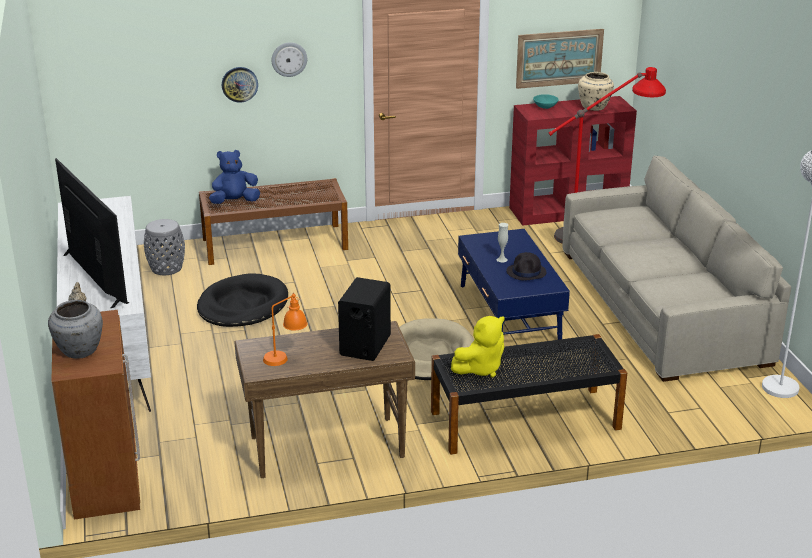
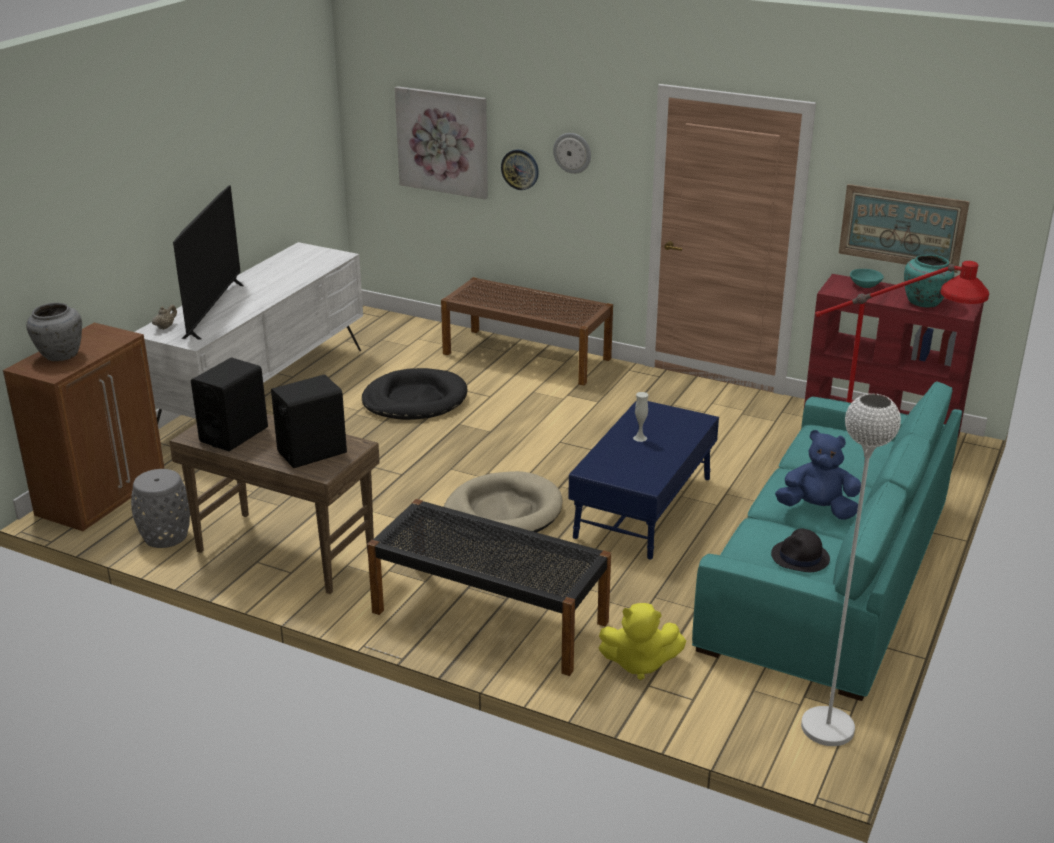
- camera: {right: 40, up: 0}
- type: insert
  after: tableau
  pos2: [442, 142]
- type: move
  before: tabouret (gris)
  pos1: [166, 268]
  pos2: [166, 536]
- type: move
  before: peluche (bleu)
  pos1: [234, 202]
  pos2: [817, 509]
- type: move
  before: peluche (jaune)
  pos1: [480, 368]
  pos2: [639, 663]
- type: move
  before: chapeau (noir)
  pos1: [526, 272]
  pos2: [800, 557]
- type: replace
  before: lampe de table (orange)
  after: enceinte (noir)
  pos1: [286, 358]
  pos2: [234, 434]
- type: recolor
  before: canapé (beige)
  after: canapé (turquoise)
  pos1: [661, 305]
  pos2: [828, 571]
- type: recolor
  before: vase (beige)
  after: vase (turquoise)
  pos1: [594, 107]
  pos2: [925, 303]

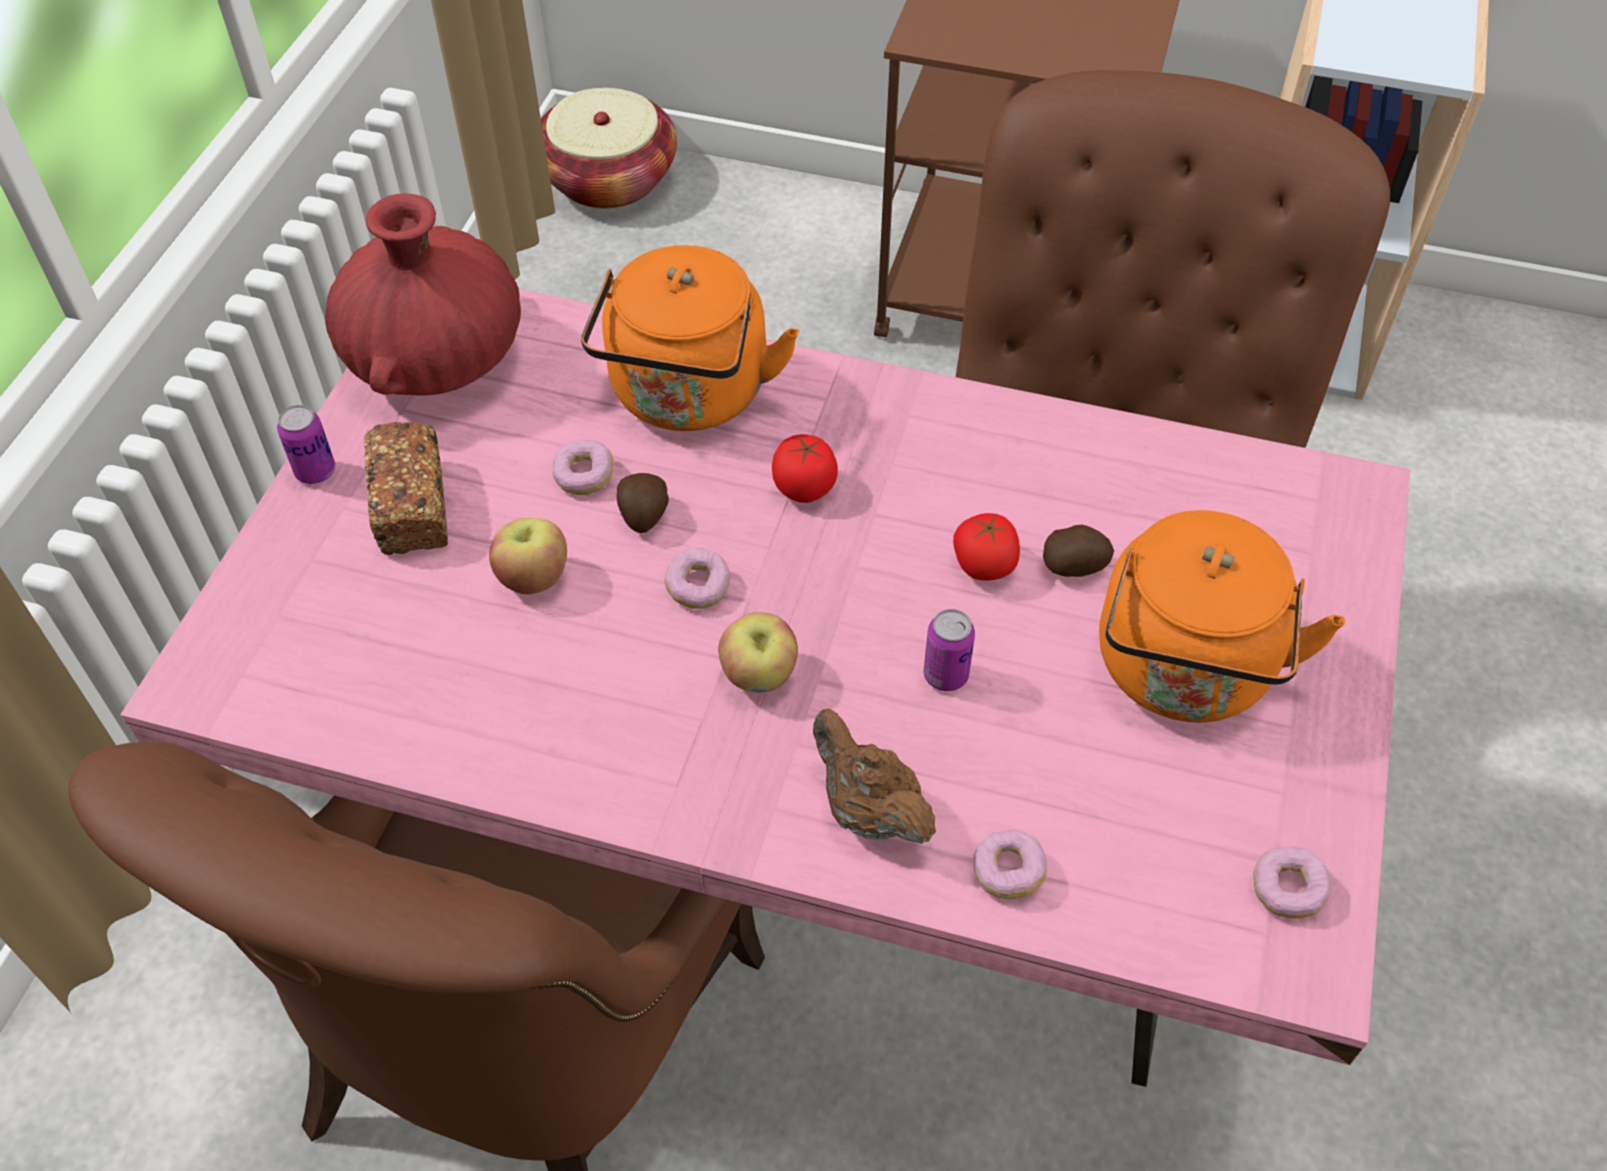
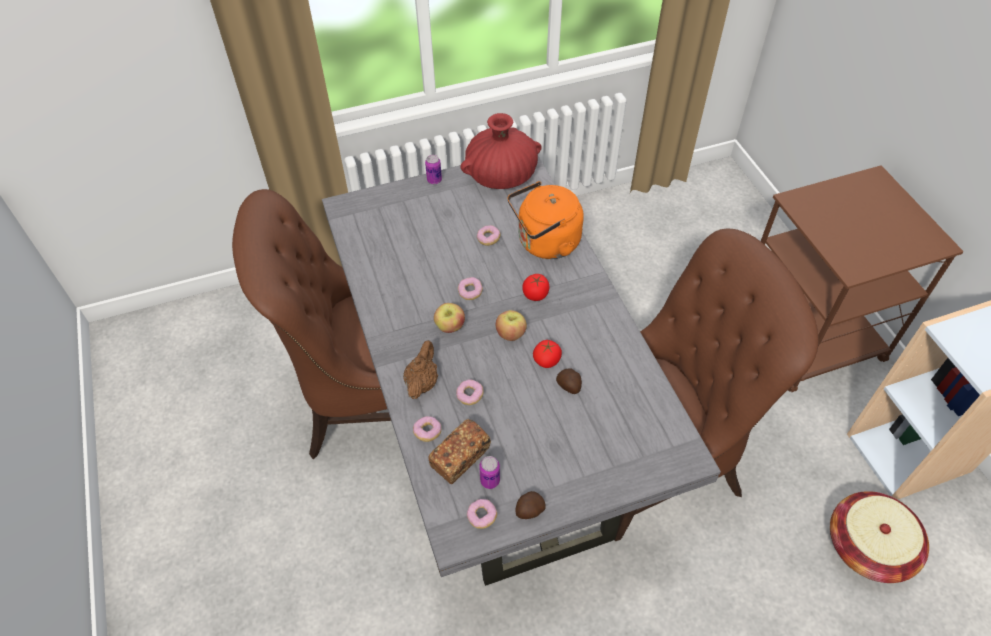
- camera: {right: 55, up: 0}
- type: delete
  before: bouilloire (orange)
  pos1: [1184, 674]
- type: insert
  after: beignet
  pos2: [470, 395]
- type: move
  before: pain
  pos1: [413, 507]
  pos2: [460, 458]
- type: move
  before: pomme
  pos1: [533, 577]
  pos2: [511, 334]
- type: move
  before: panier
  pos1: [609, 179]
  pos2: [868, 547]
- type: move
  before: pomme de terre
  pos1: [643, 516]
  pos2: [529, 510]
- type: move
  before: boîte métallique
  pos1: [945, 675]
  pos2: [490, 480]
- type: recolor
  before: table à manger (rose)
  after: table à manger (gris)
  pos1: [797, 841]
  pos2: [495, 421]

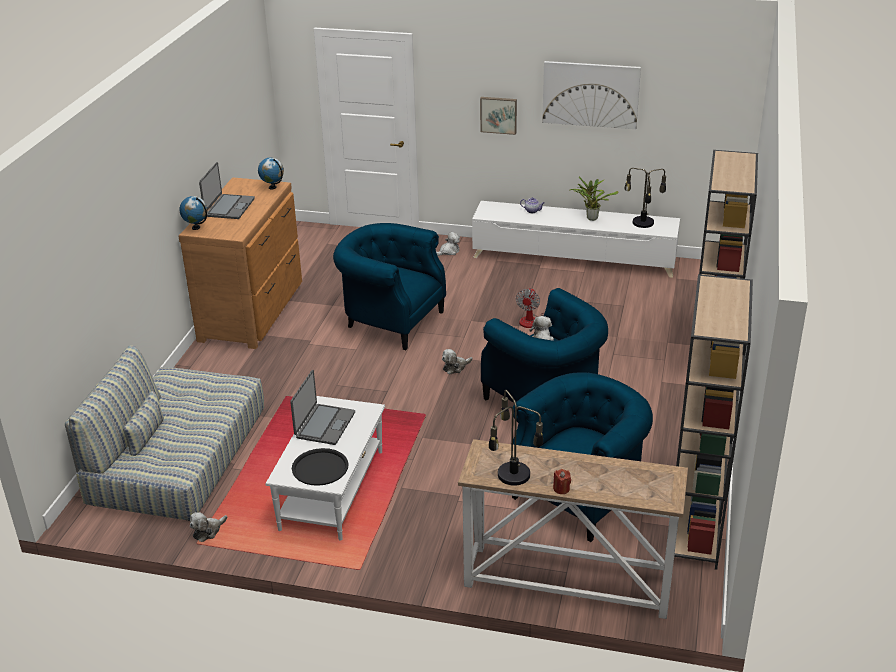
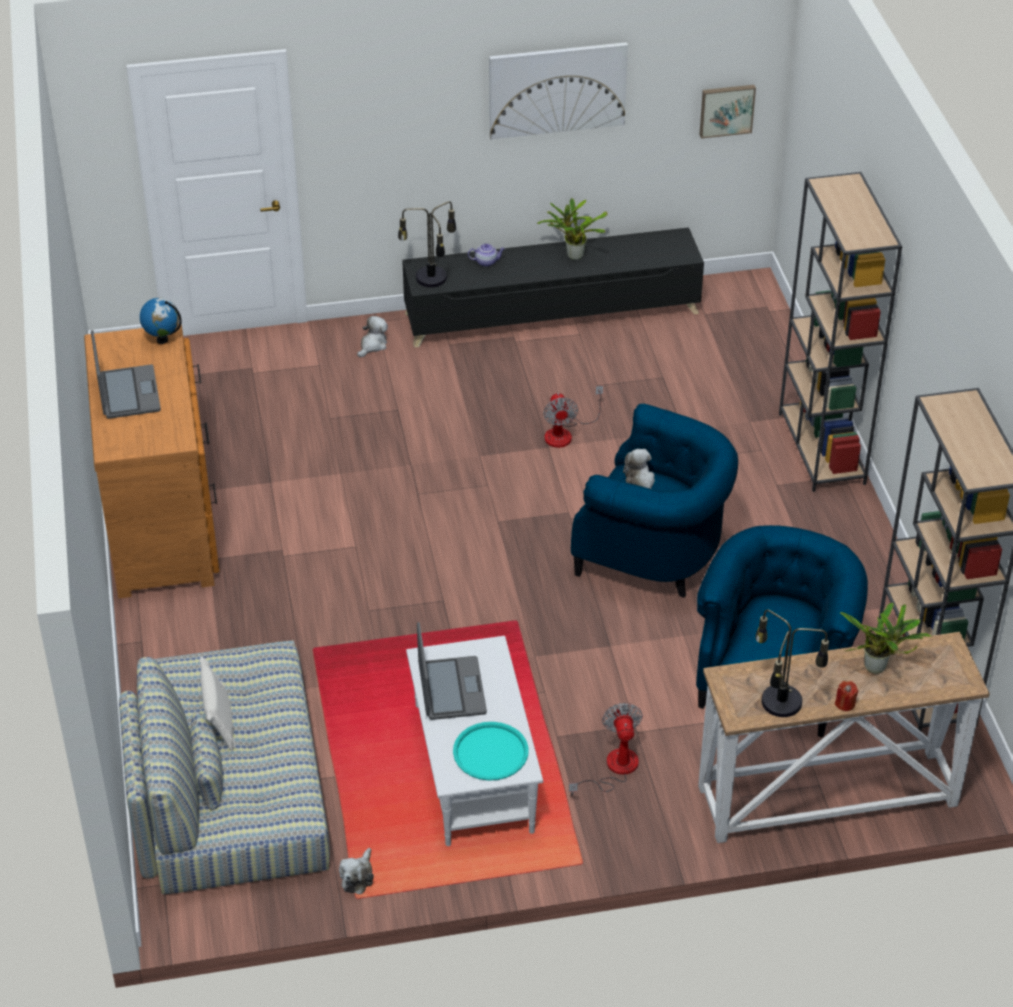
- camera: {right: -25, up: 10}
- type: delete
  before: globe
  pos1: [196, 227]
- type: delete
  before: fauteuil (bleu)
  pos1: [390, 321]
- type: delete
  before: peluche
  pos1: [455, 367]
- type: insert
  after: coussin (blanc)
  pos2: [219, 720]
- type: insert
  after: ventilateur
  pos2: [613, 769]
- type: insert
  after: plante en pot
  pos2: [878, 668]
- type: move
  before: tableau
  pos1: [498, 114]
  pos2: [726, 109]
- type: move
  before: lampe de table
  pos1: [643, 223]
  pos2: [431, 278]
- type: recolor
  before: plateau (noir)
  after: plateau (turquoise)
  pos1: [320, 468]
  pos2: [490, 752]
- type: recolor
  before: meuble télé (blanc)
  after: meuble télé (noir)
  pos1: [574, 258]
  pos2: [552, 313]

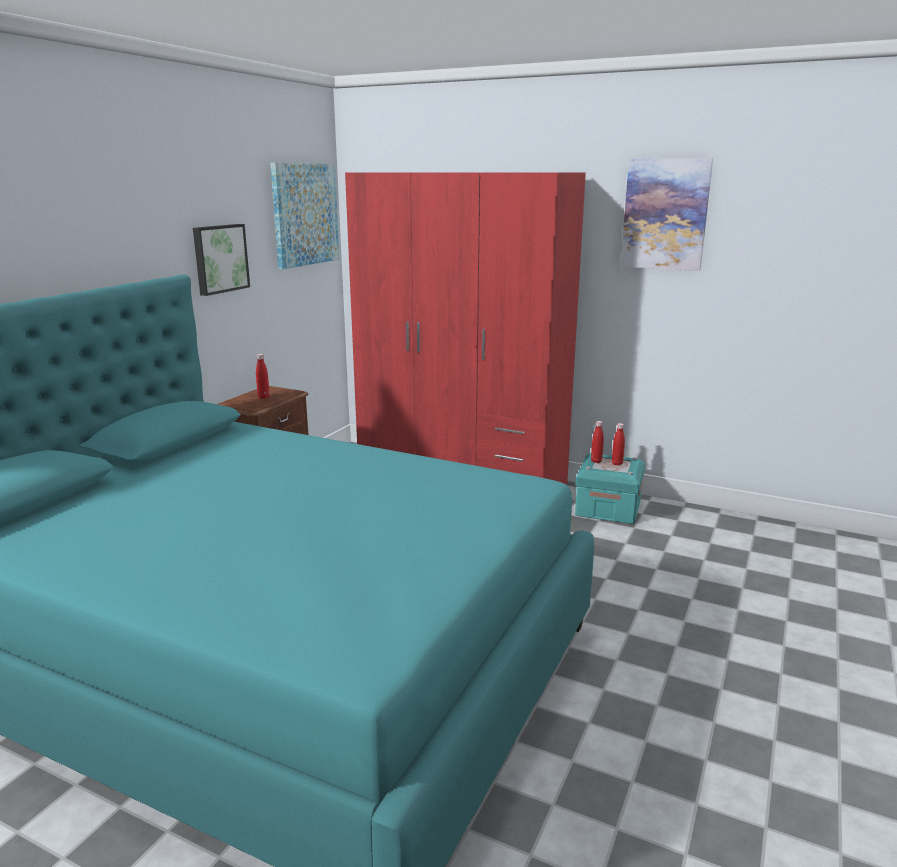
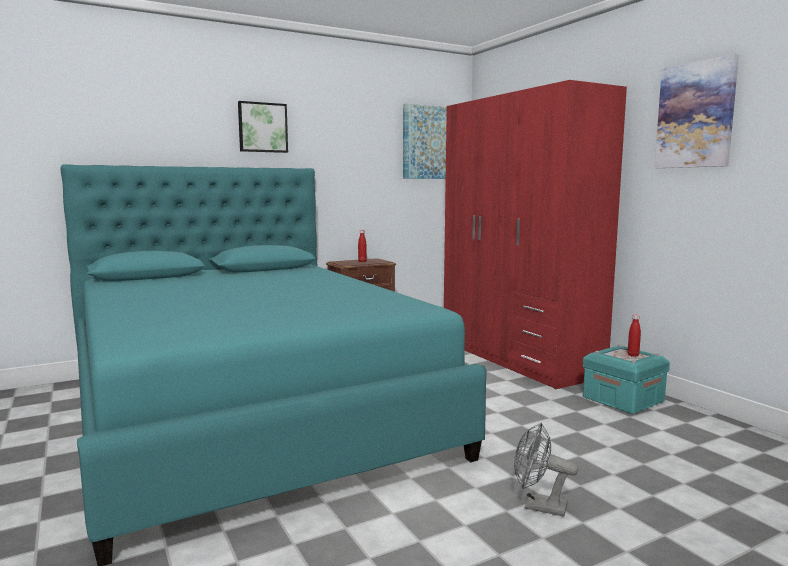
- camera: {right: 35, up: -10}
- type: delete
  before: bouteille (rouge)
  pos1: [596, 461]
- type: insert
  after: ventilateur (gris)
  pos2: [538, 506]
- type: move
  before: tableau
  pos1: [219, 258]
  pos2: [262, 127]

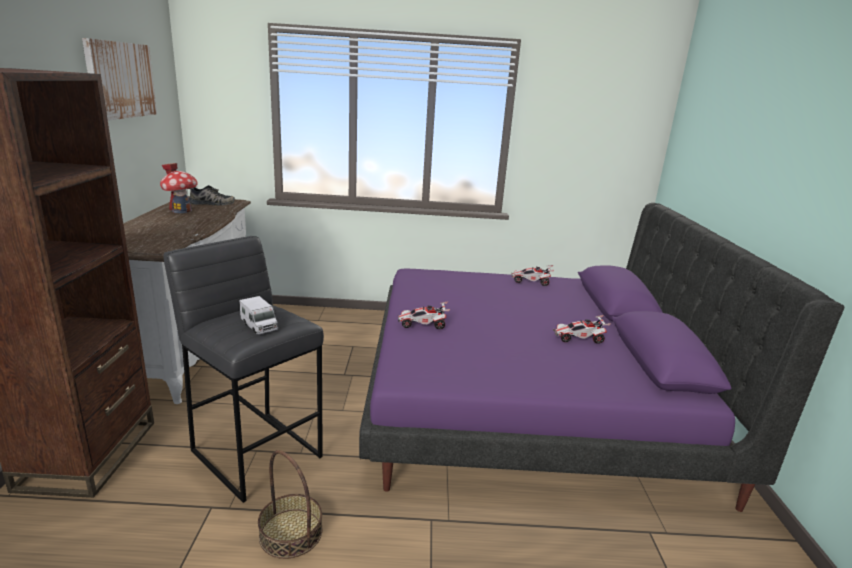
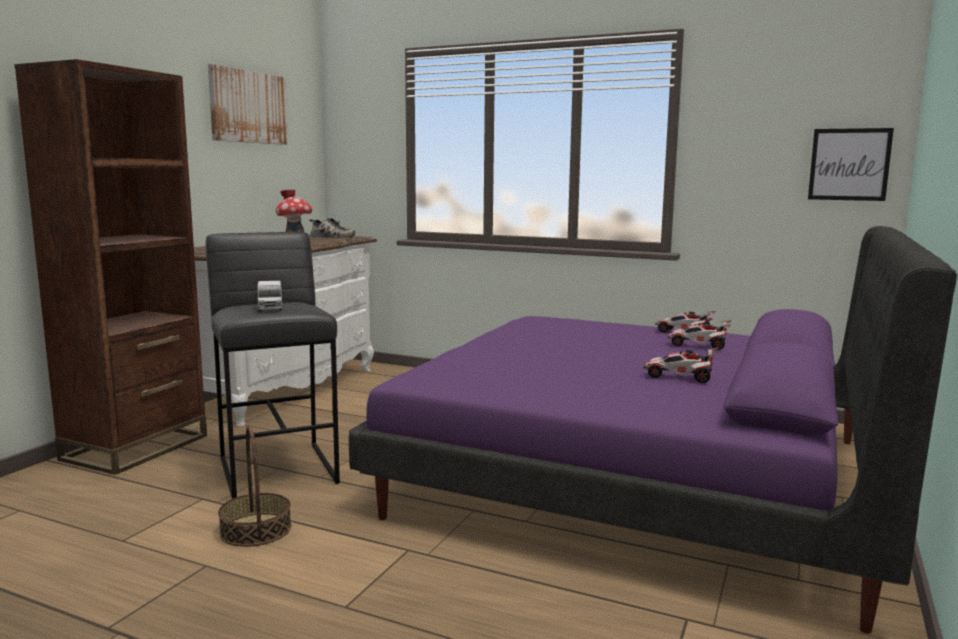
- camera: {right: 25, up: -10}
- type: insert
  after: tableau
  pos2: [849, 164]
- type: move
  before: petite voiture
  pos1: [423, 324]
  pos2: [698, 345]

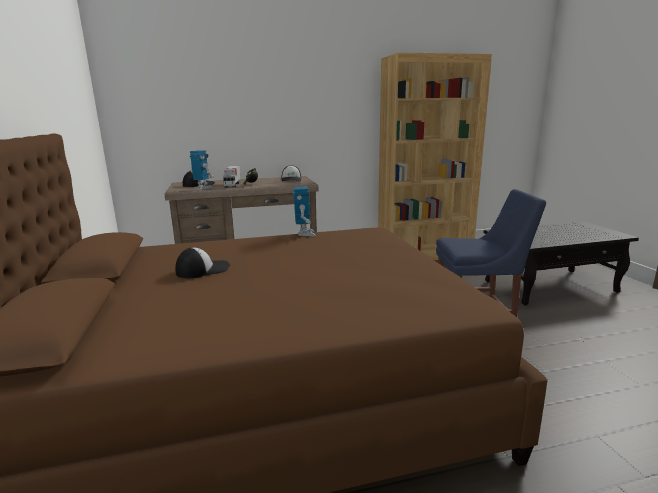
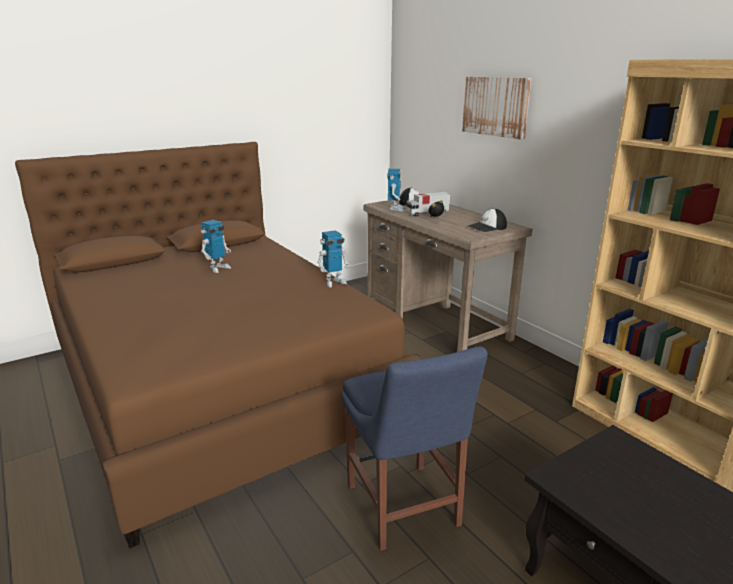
- camera: {right: 70, up: 5}
- type: insert
  after: tableau
  pos2: [495, 106]
- type: replace
  before: casquette
  after: robot jouet
  pos1: [203, 269]
  pos2: [218, 268]

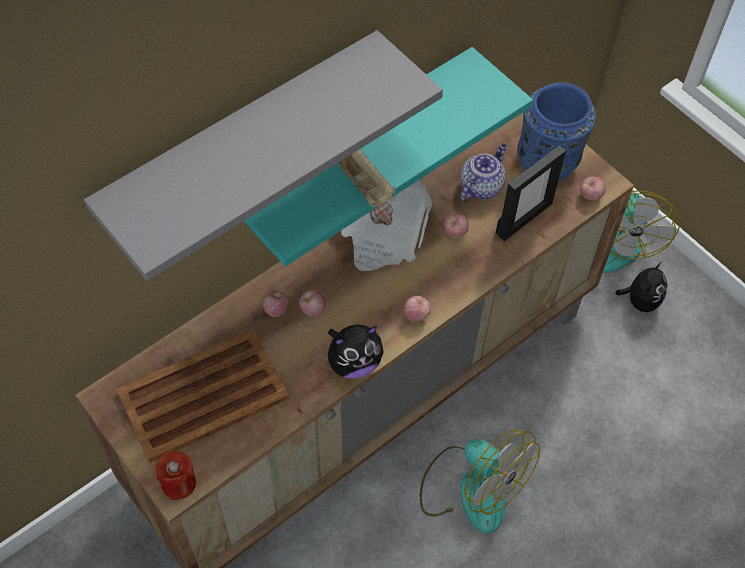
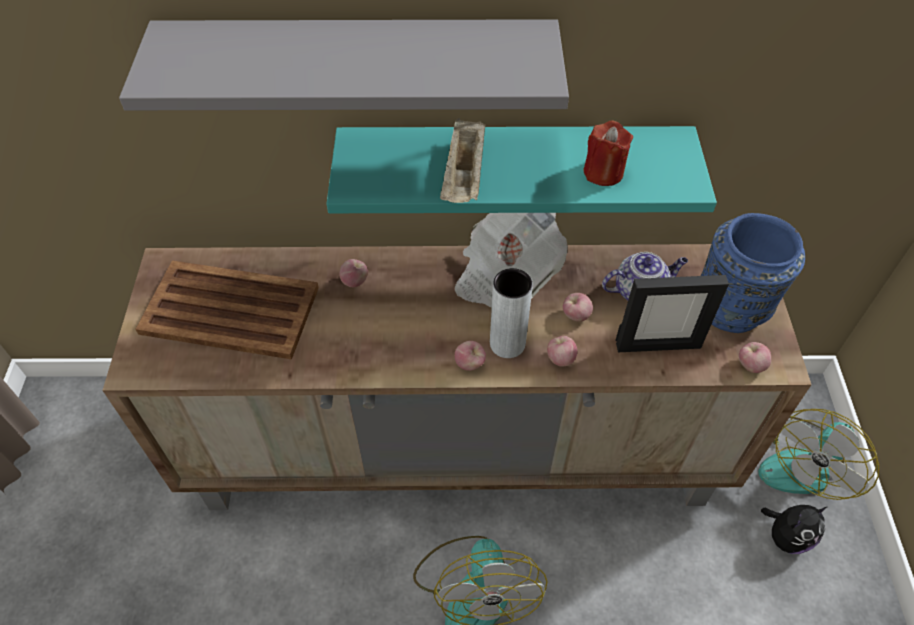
- camera: {right: 40, up: -5}
- type: delete
  before: peluche
  pos1: [354, 363]
- type: insert
  after: vase (gris)
  pos2: [507, 344]
- type: move
  before: bougie (rouge)
  pos1: [178, 483]
  pos2: [603, 172]
- type: move
  before: pomme
  pos1: [312, 310]
  pos2: [560, 359]

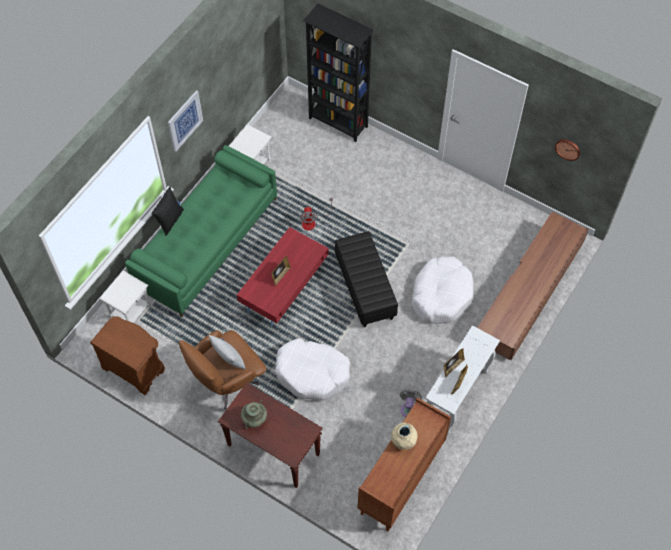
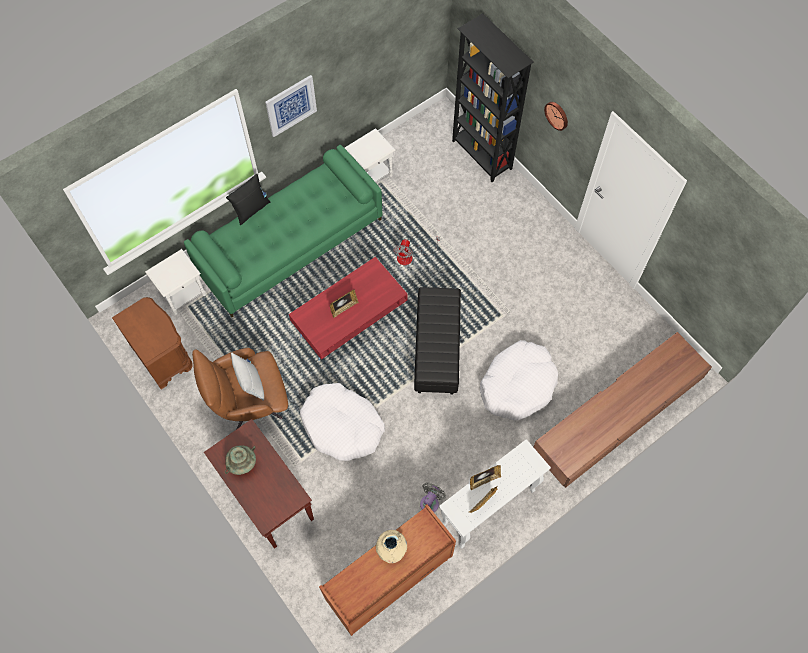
- camera: {right: 20, up: 5}
- type: move
  before: horloge murale
  pos1: [568, 148]
  pos2: [557, 115]

